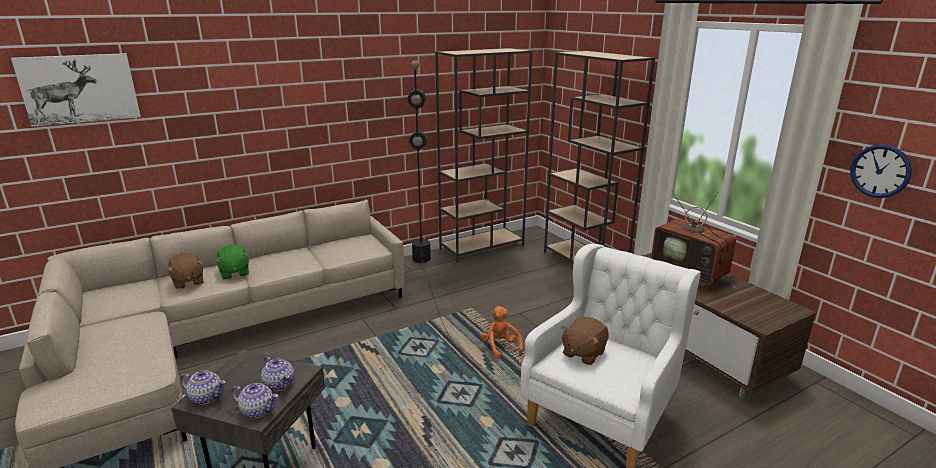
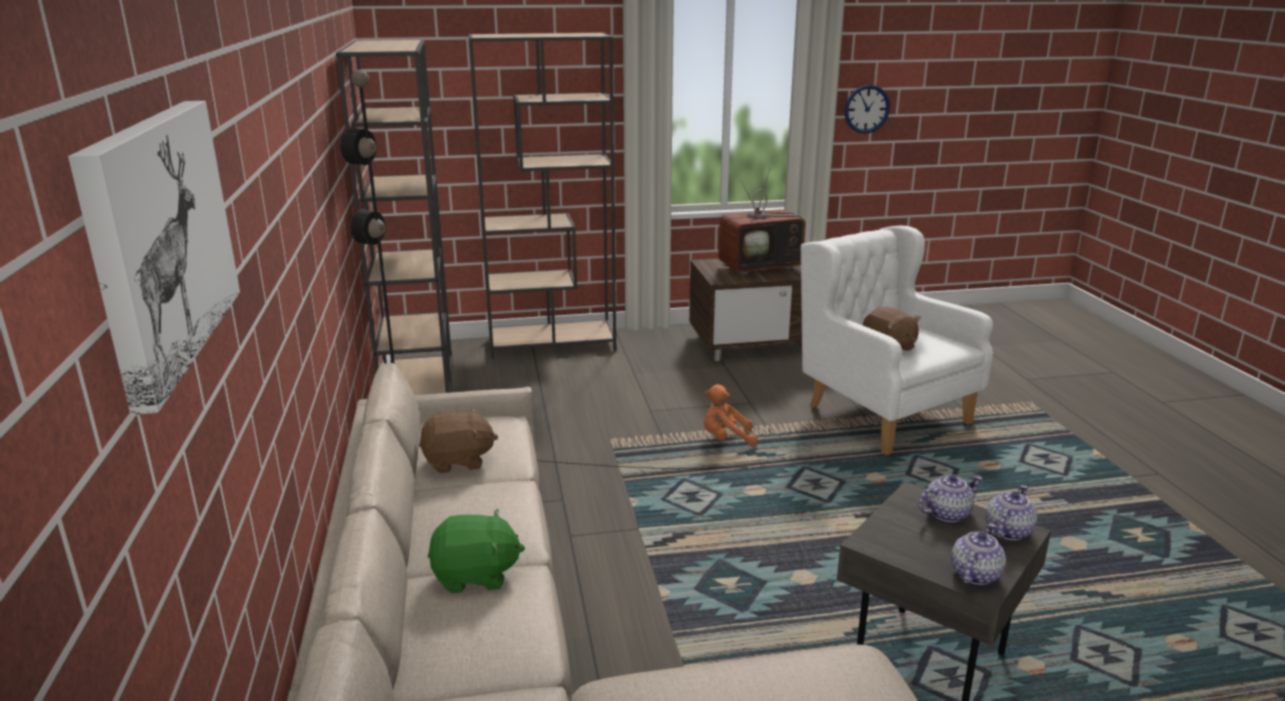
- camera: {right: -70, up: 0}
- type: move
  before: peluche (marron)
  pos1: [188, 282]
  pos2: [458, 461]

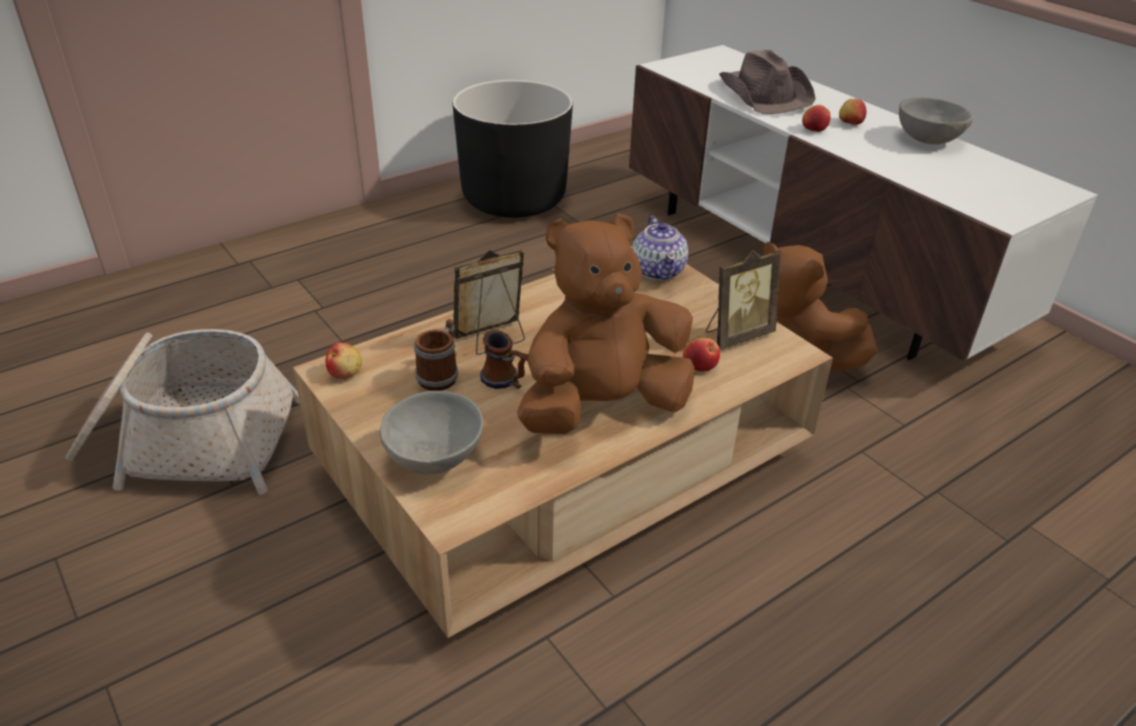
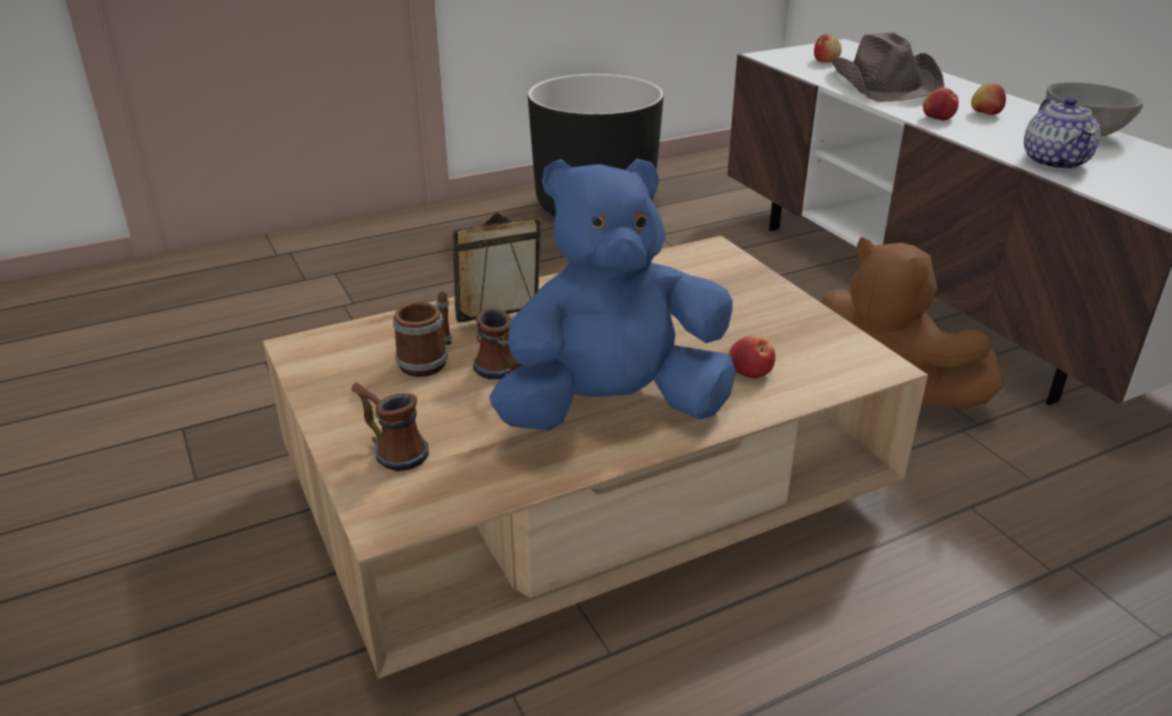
- camera: {right: 10, up: -5}
- type: delete
  before: panier
  pos1: [188, 441]
- type: delete
  before: cadre photo
  pos1: [736, 335]
- type: move
  before: pomme
  pos1: [345, 373]
  pos2: [826, 61]
- type: move
  before: théière
  pos1: [658, 270]
  pos2: [1055, 162]
- type: replace
  before: bol (gris)
  after: mug
  pos1: [436, 459]
  pos2: [391, 450]
- type: recolor
  before: peluche (marron)
  after: peluche (bleu)
  pos1: [602, 407]
  pos2: [614, 409]

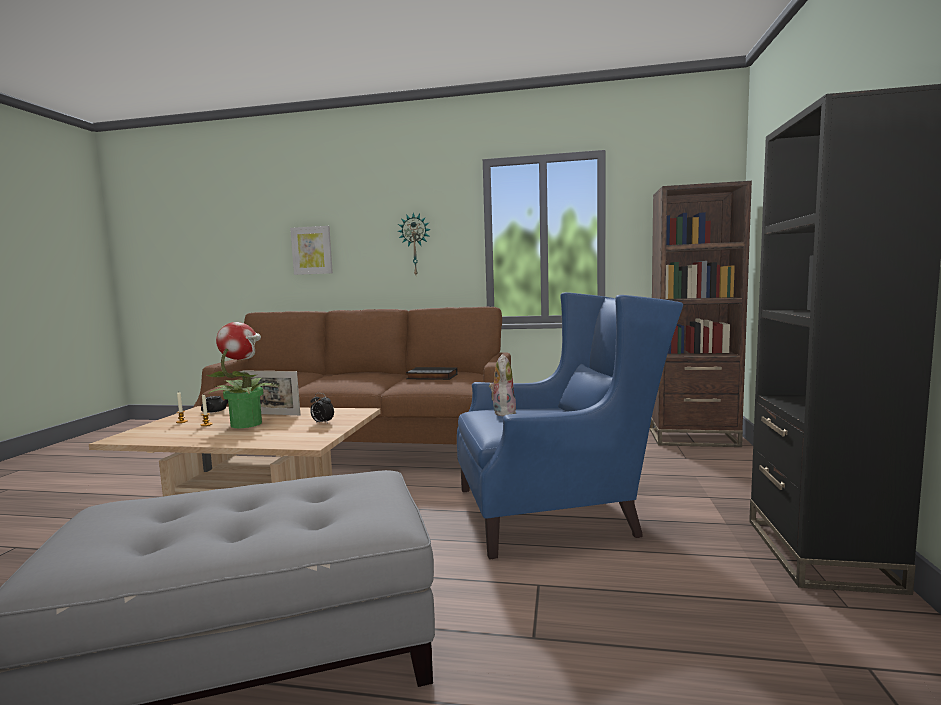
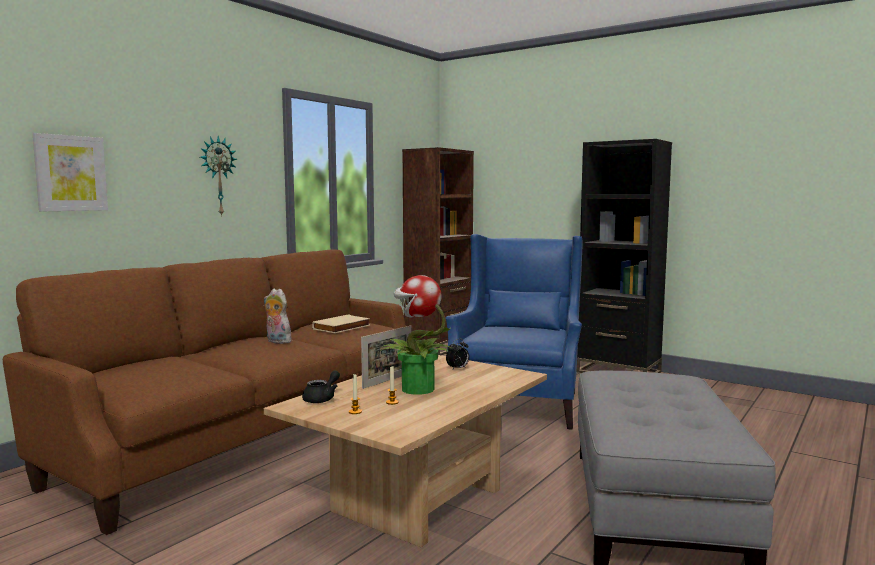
- camera: {right: -65, up: 0}
- type: move
  before: peluche
  pos1: [502, 412]
  pos2: [276, 341]
- type: recolor
  before: livre (noir)
  after: livre (beige)
  pos1: [431, 377]
  pos2: [342, 327]

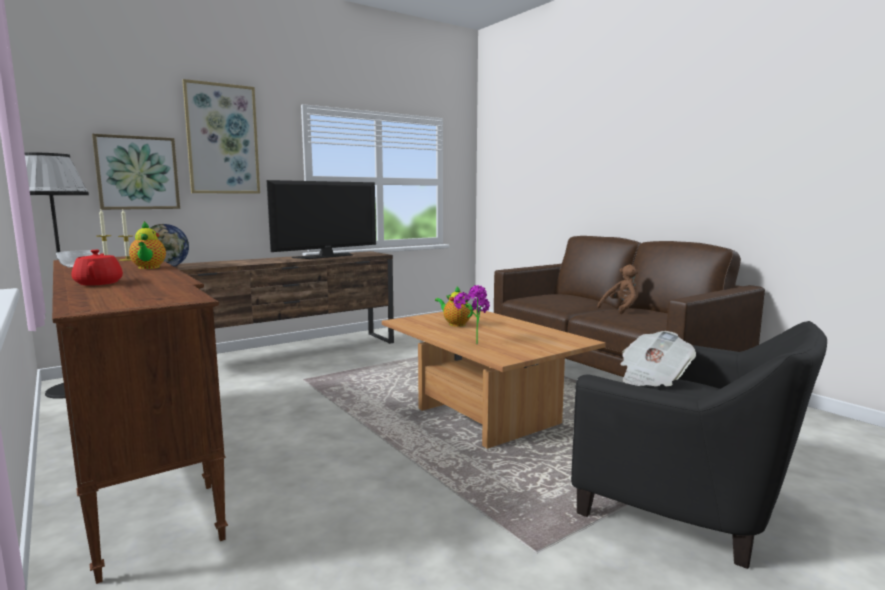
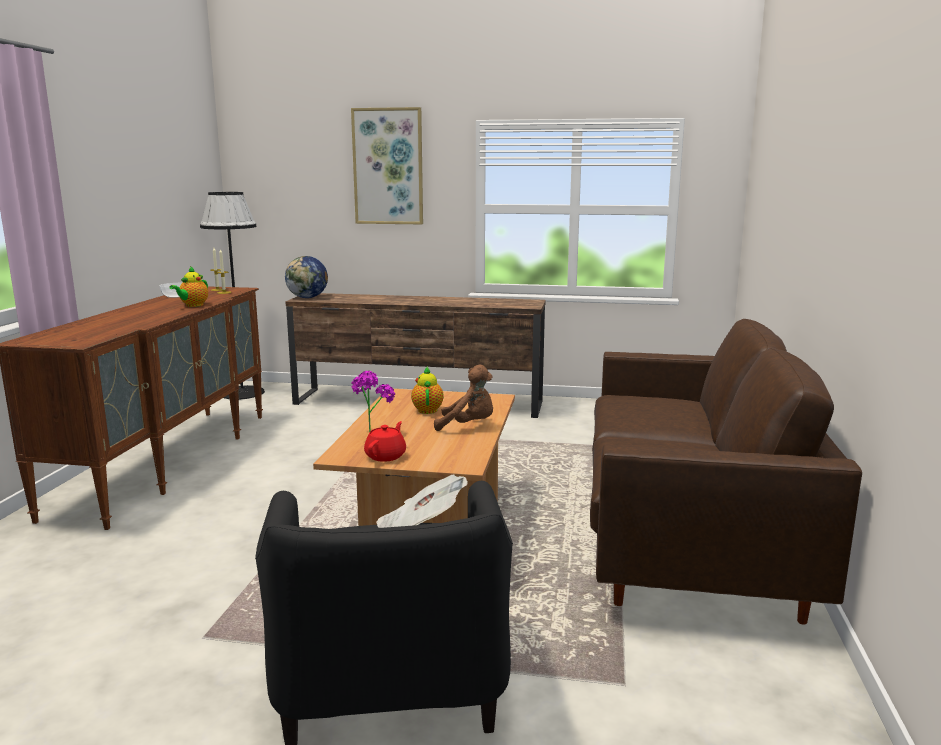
- camera: {right: 45, up: 5}
- type: delete
  before: tableau
  pos1: [137, 173]
- type: delete
  before: téléviseur
  pos1: [326, 256]
- type: move
  before: théière (rouge)
  pos1: [99, 283]
  pos2: [386, 456]
- type: move
  before: peluche (marron)
  pos1: [621, 309]
  pos2: [468, 426]

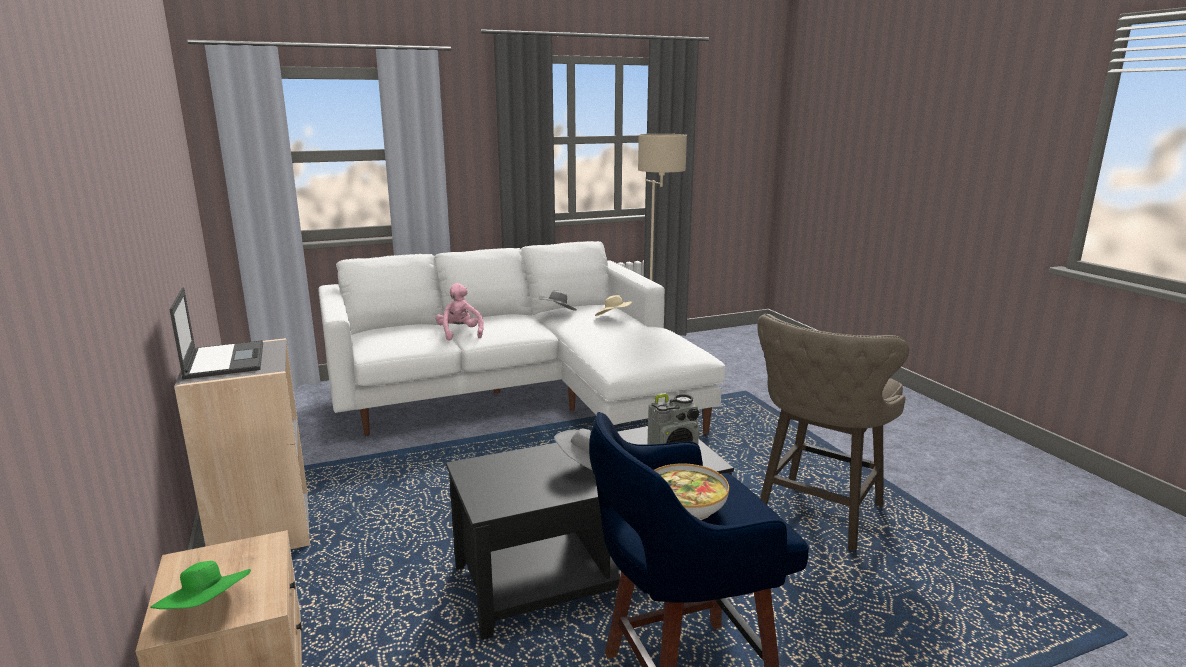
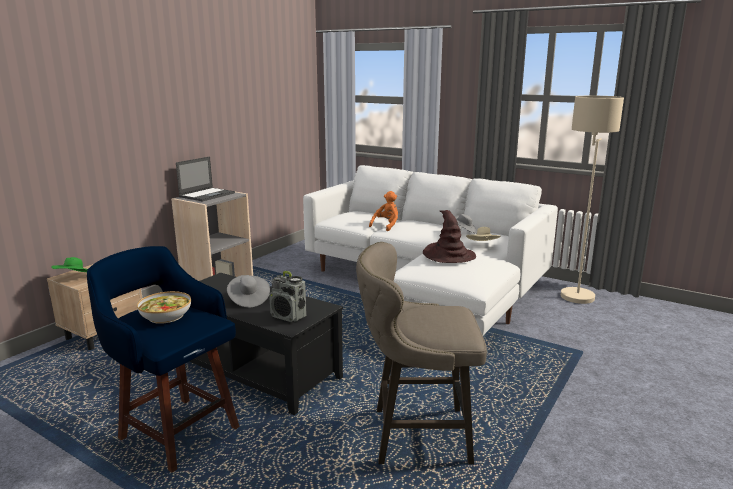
- camera: {right: 55, up: 0}
- type: insert
  after: chapeau (marron)
  pos2: [448, 256]
- type: recolor
  before: peluche (rose)
  after: peluche (orange)
  pos1: [460, 334]
  pos2: [386, 226]

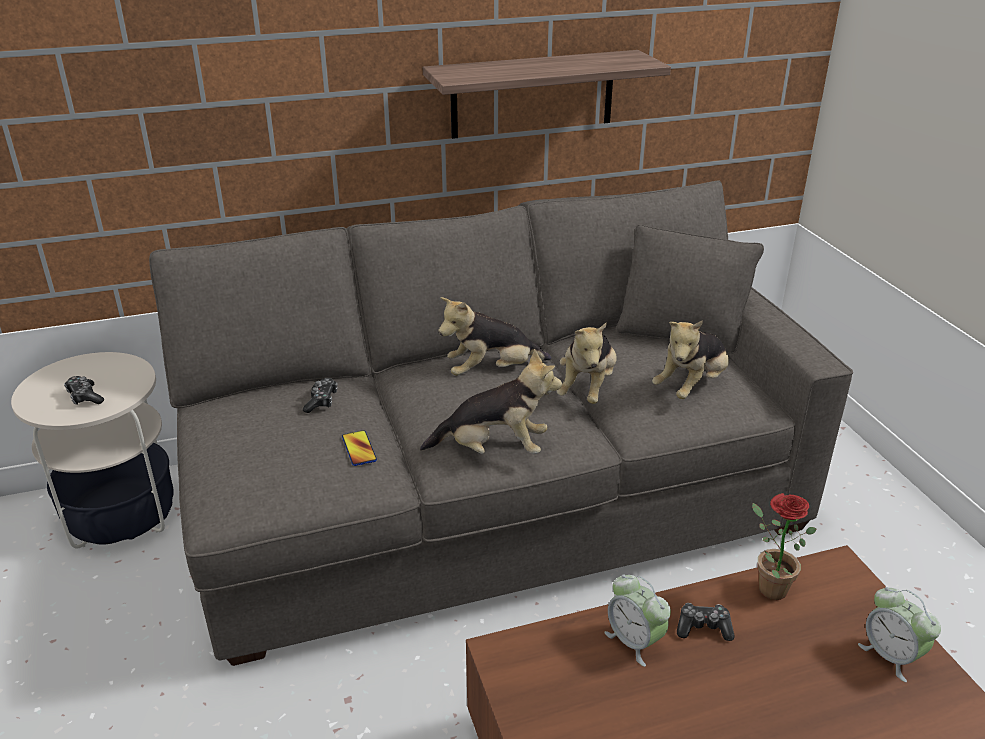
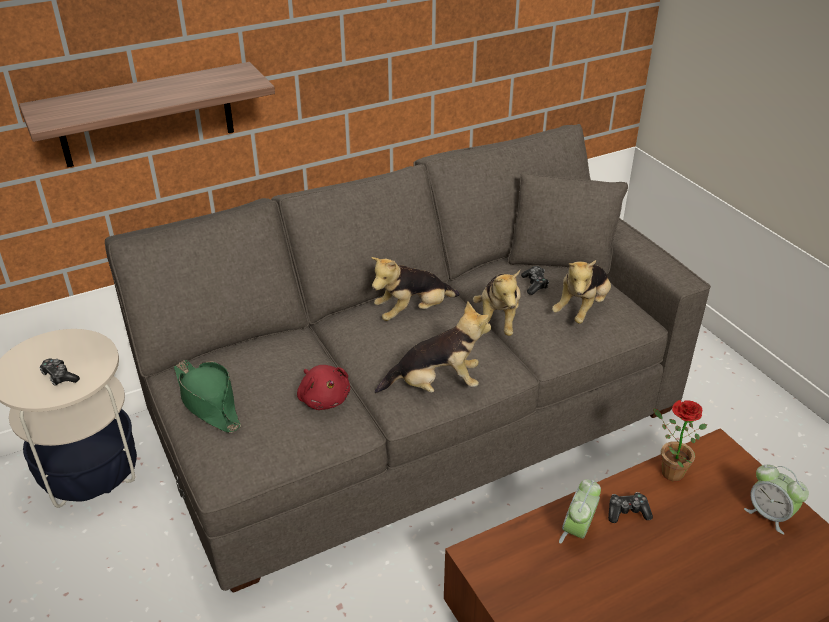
- camera: {right: -10, up: 5}
- type: insert
  after: chapeau (vert)
  pos2: [208, 402]
- type: move
  before: manette
  pos1: [321, 401]
  pos2: [534, 284]
- type: move
  before: étagère
  pos1: [532, 94]
  pos2: [146, 115]
- type: replace
  before: téléphone
  after: peluche (rouge)
  pos1: [359, 449]
  pos2: [324, 398]
- type: rotate
  before: réveil
  pos1: [634, 641]
  pos2: [577, 531]
  turn: 75

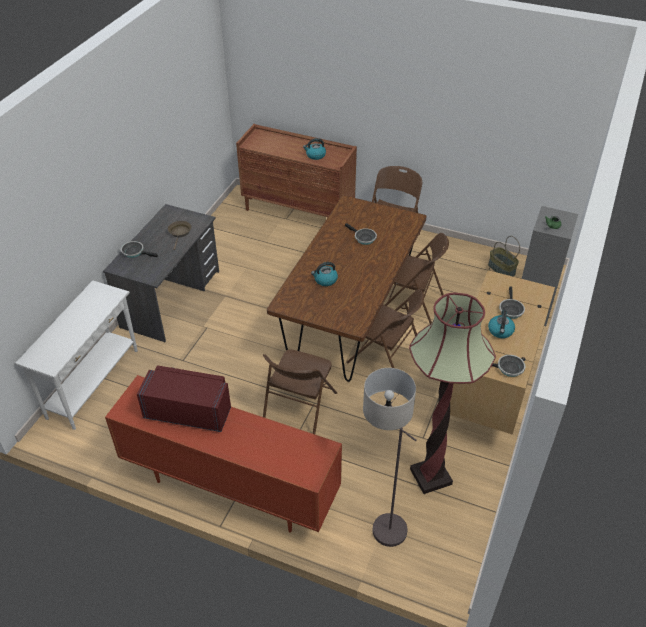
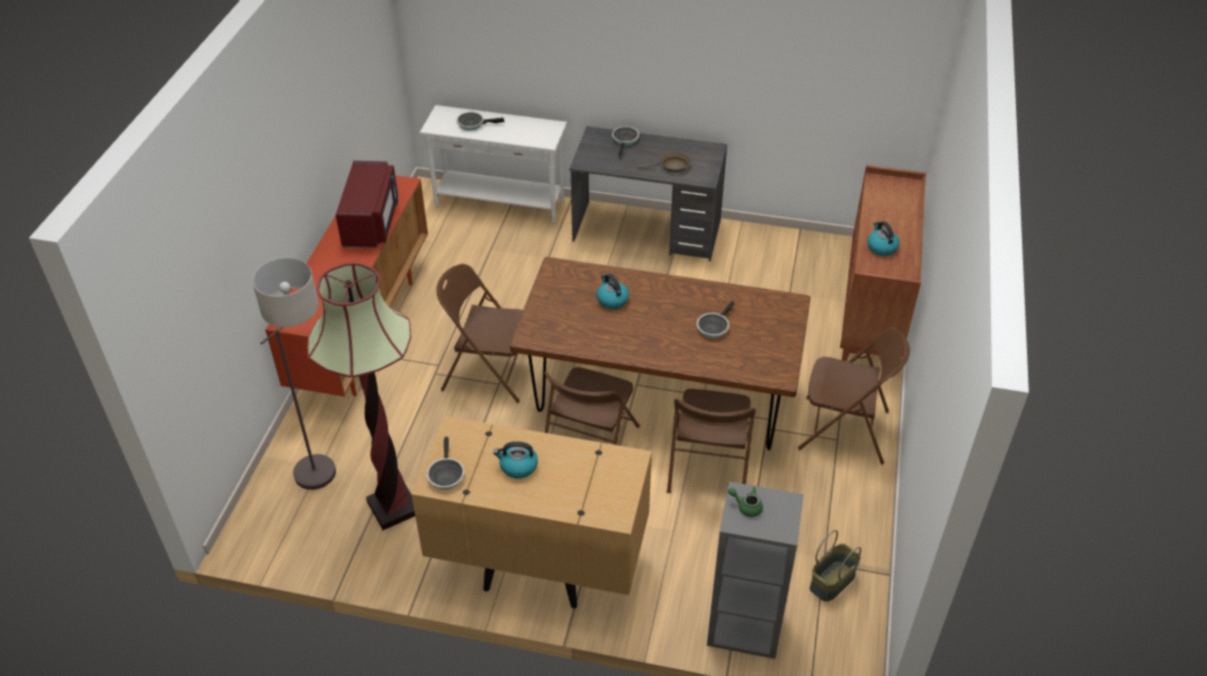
- camera: {right: 80, up: 0}
- type: move
  before: poêle
  pos1: [510, 309]
  pos2: [473, 124]

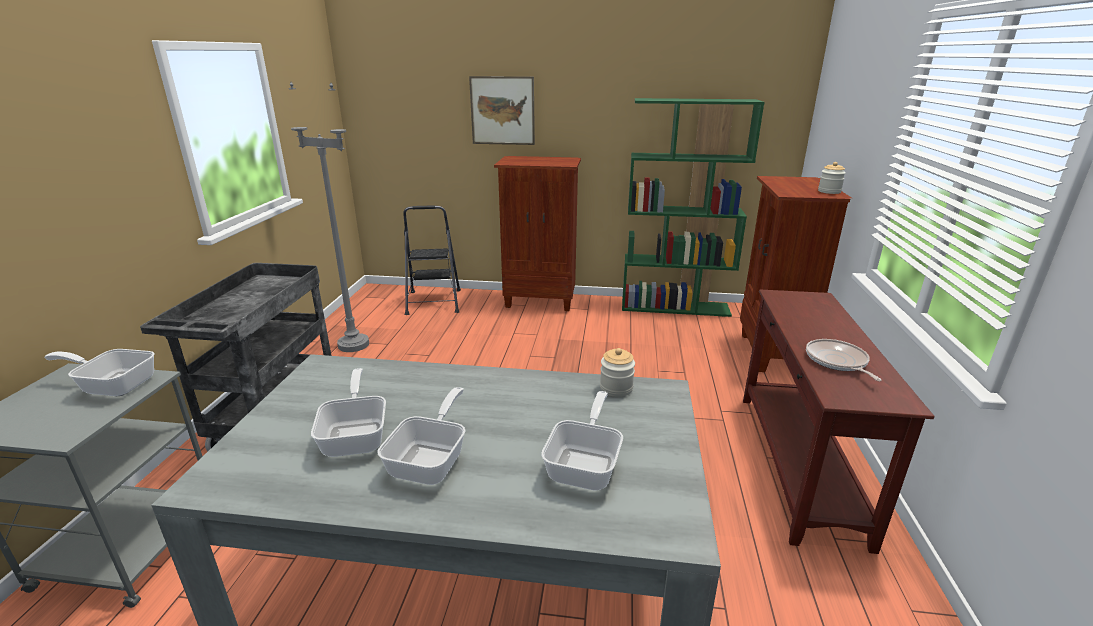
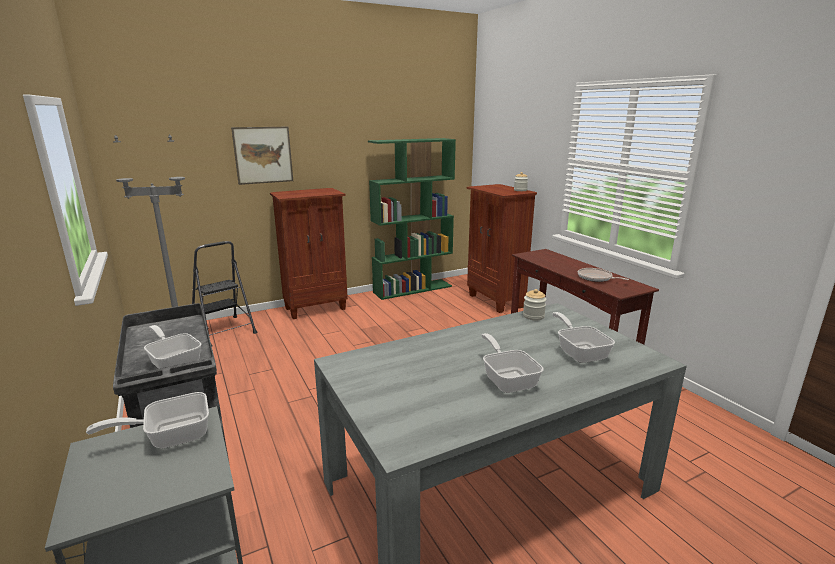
- camera: {right: -35, up: -5}
- type: move
  before: poêle
  pos1: [357, 435]
  pos2: [174, 361]

